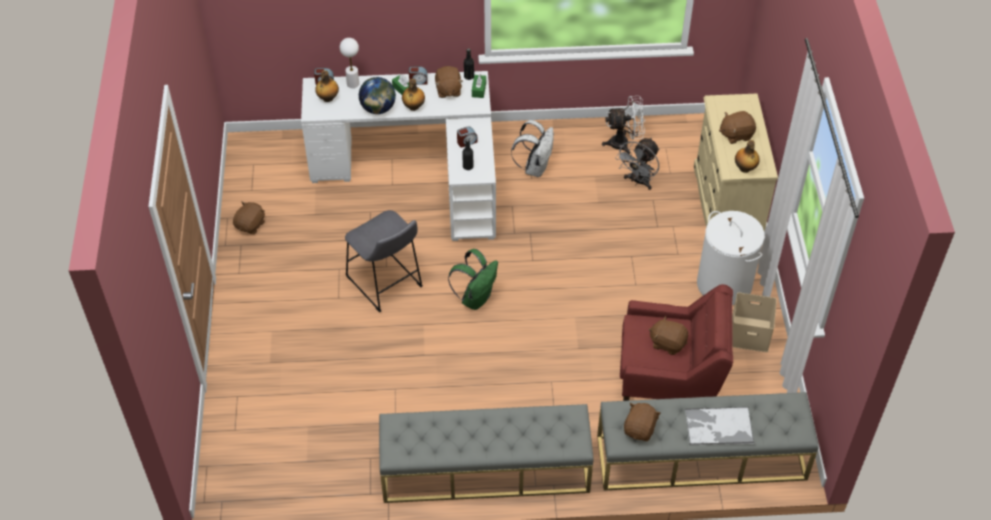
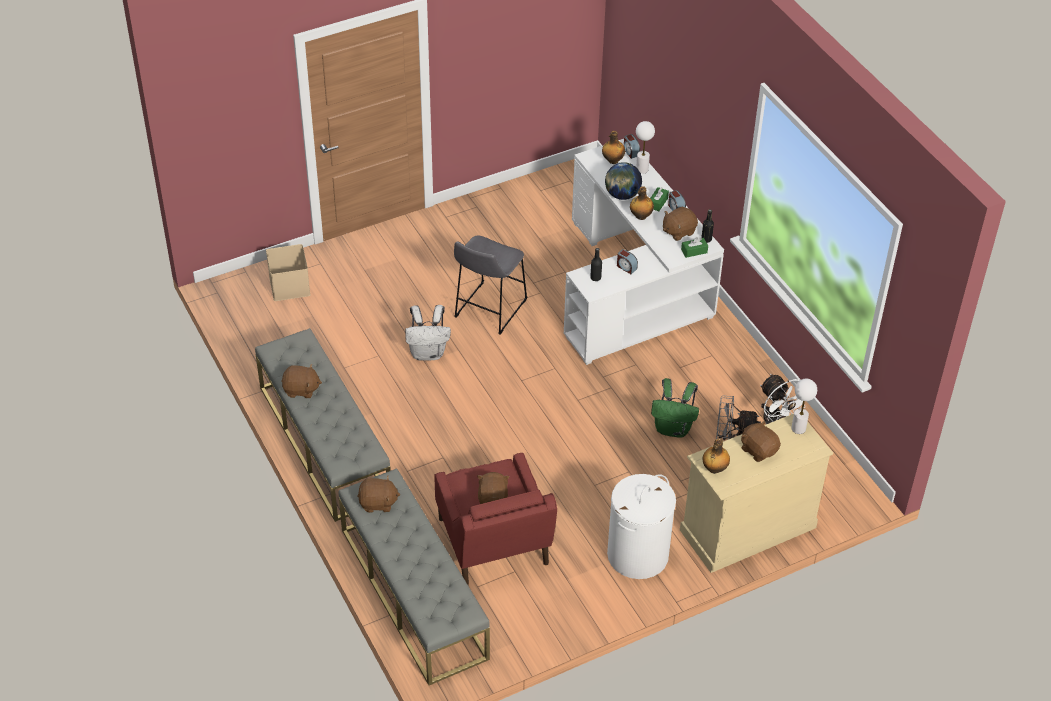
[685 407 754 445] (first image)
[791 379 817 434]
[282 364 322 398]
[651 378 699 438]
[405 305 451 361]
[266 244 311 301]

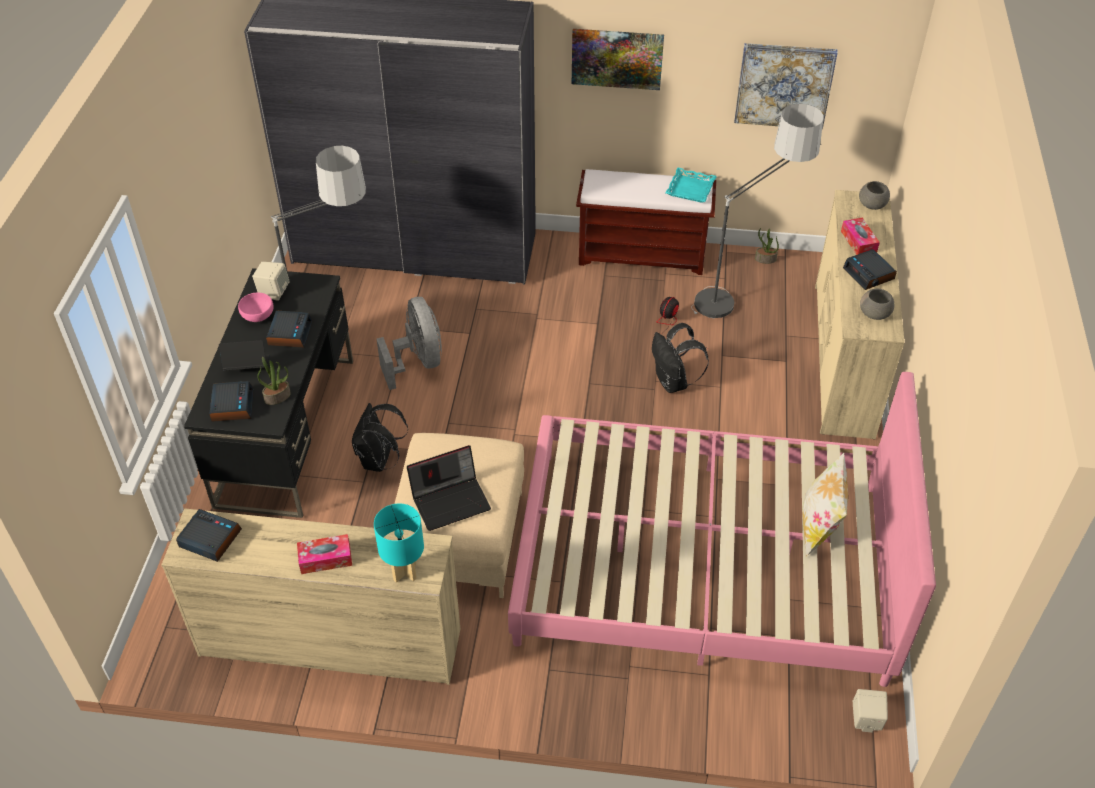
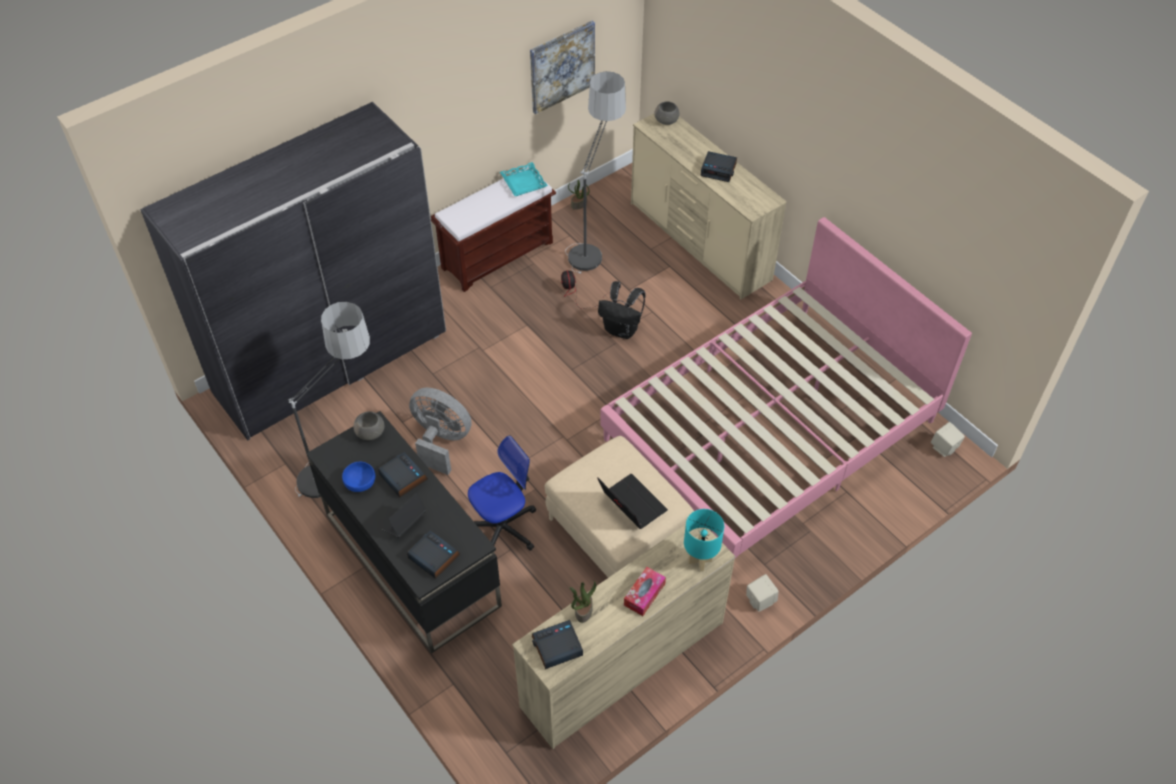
[572 29 664 90] (first image)
[802 453 848 557] (first image)
[841 217 880 255] (first image)
[746 574 779 612]
[570 581 596 623]
[354 411 384 440]
[468 436 536 551]
[342 462 375 492]
[597 474 668 529]

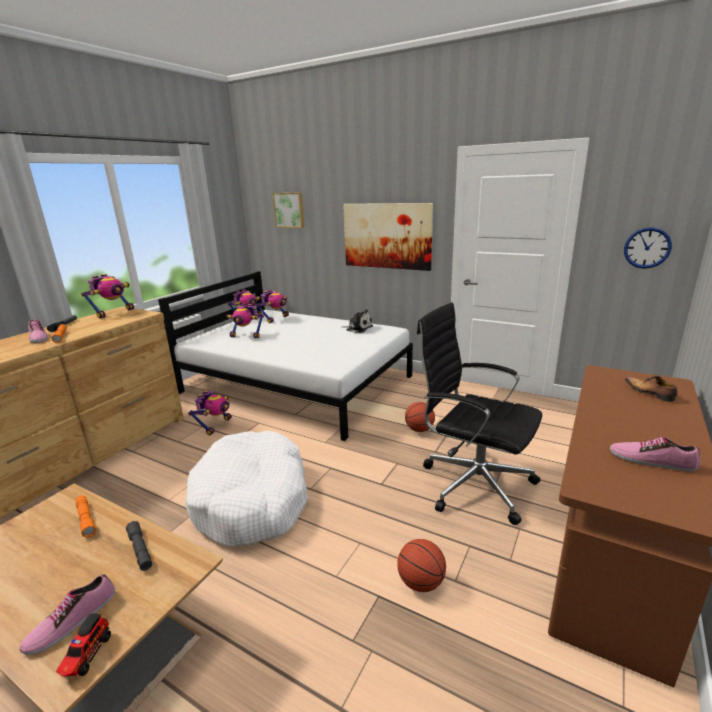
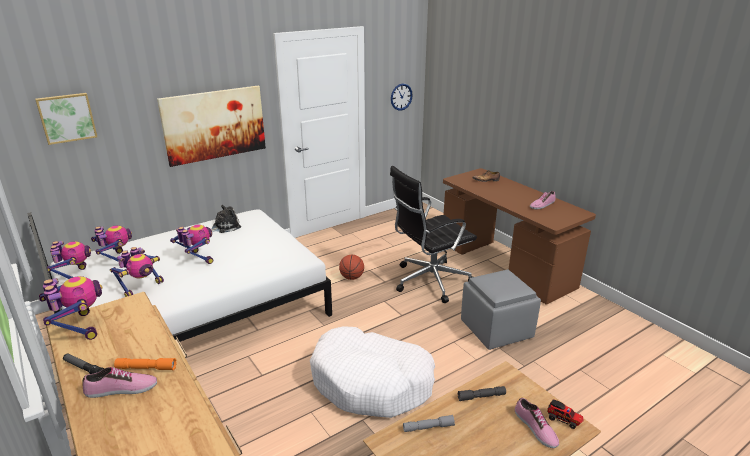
[170 225 213 264]
[461 269 541 350]
[403 415 455 432]

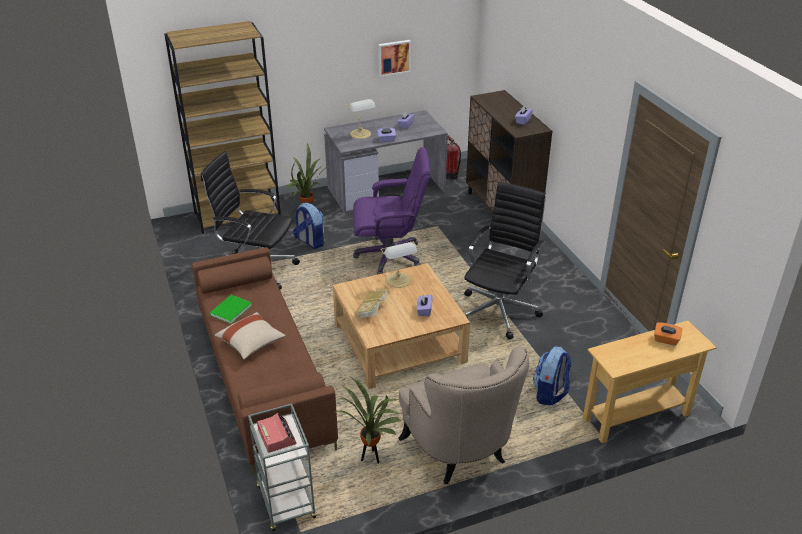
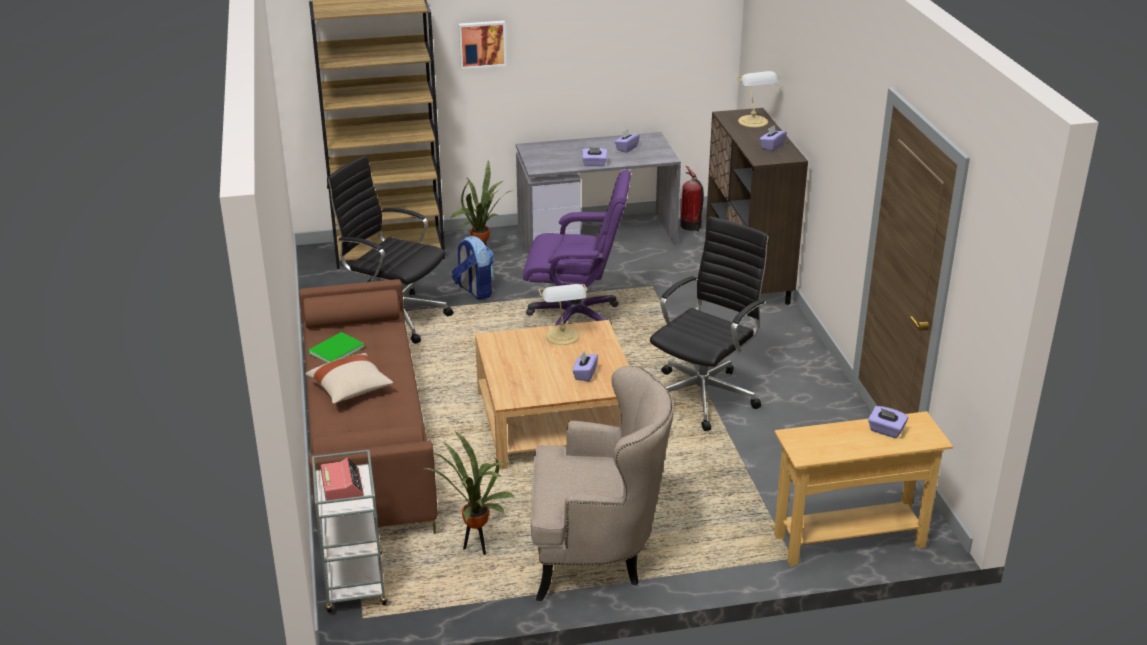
[355 289 389 318] (first image)
[533 346 572 405] (first image)
[736 71 779 127]
[459 21 506 69]
[868 406 908 438]
[531 366 674 601]

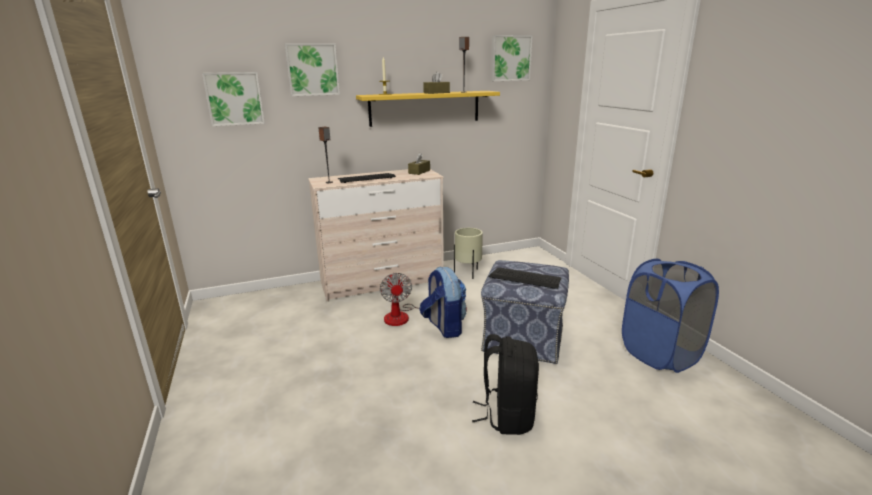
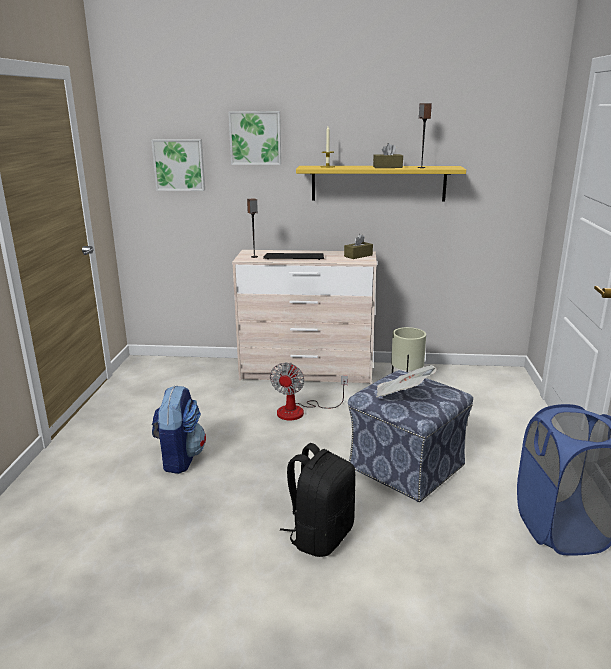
[491 35 533 81] (first image)
[152 386 206 474]
[376 365 437 397]

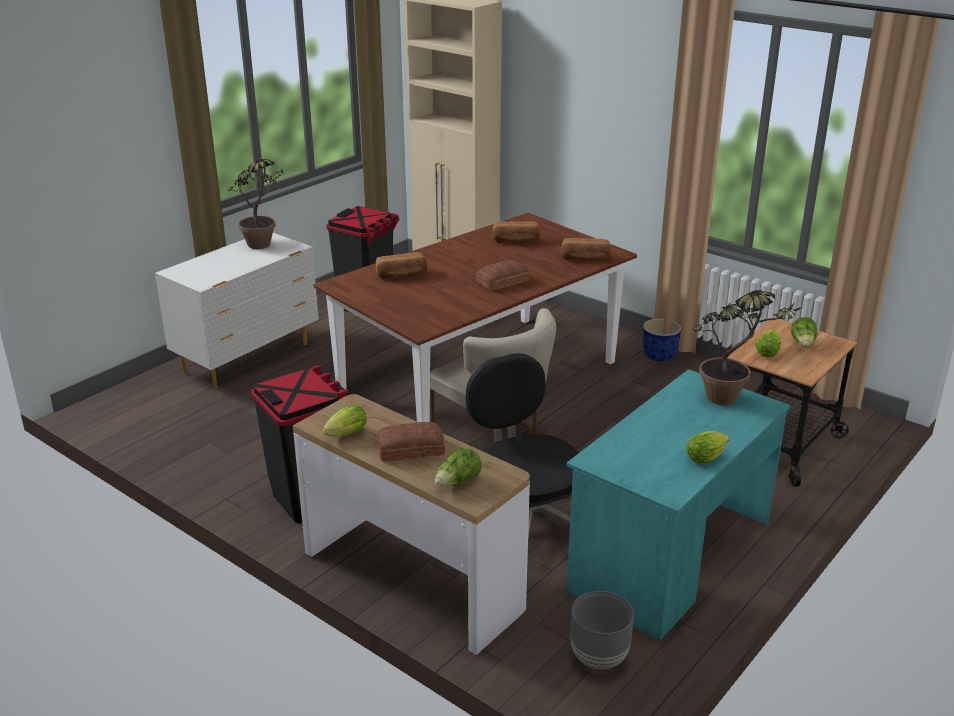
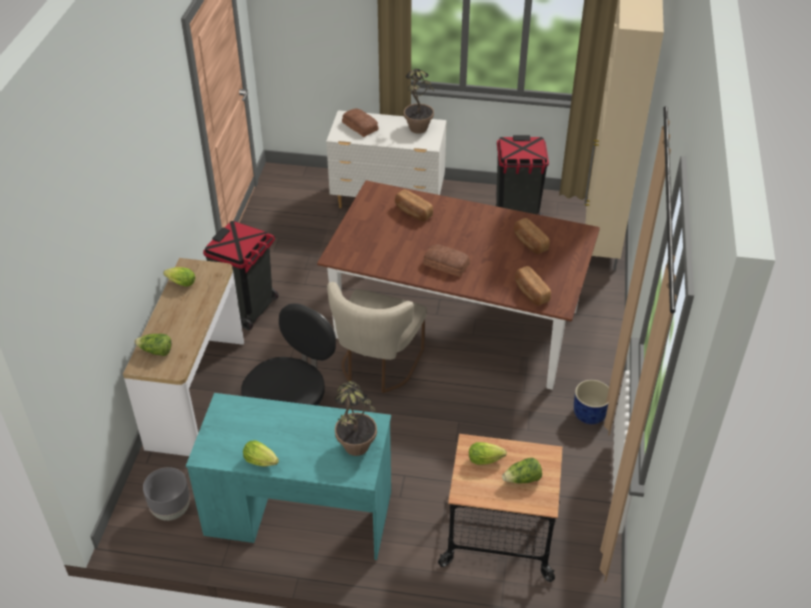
[342 108 379 137]

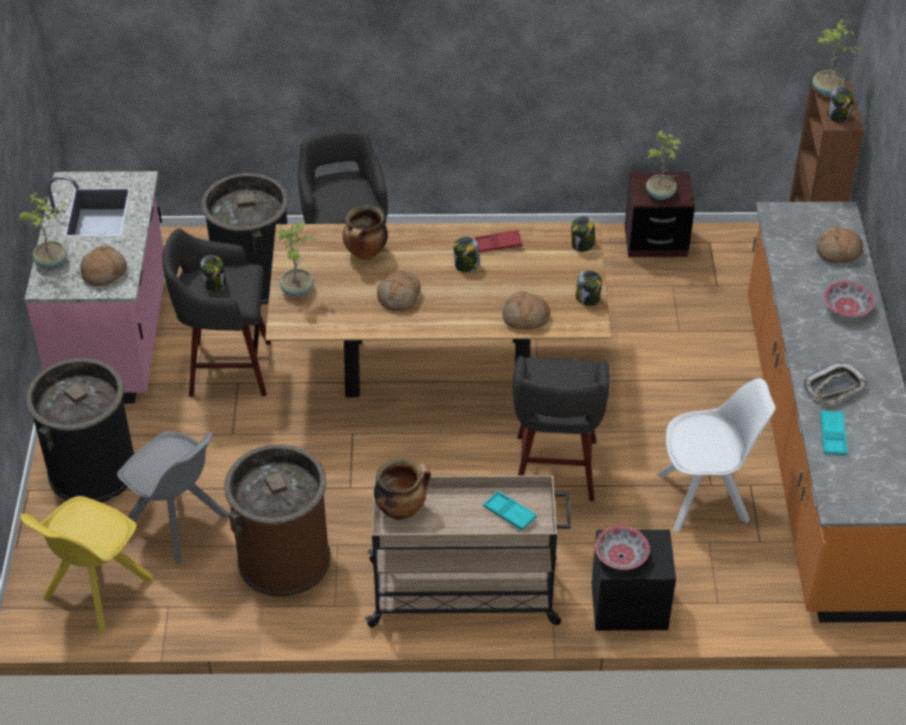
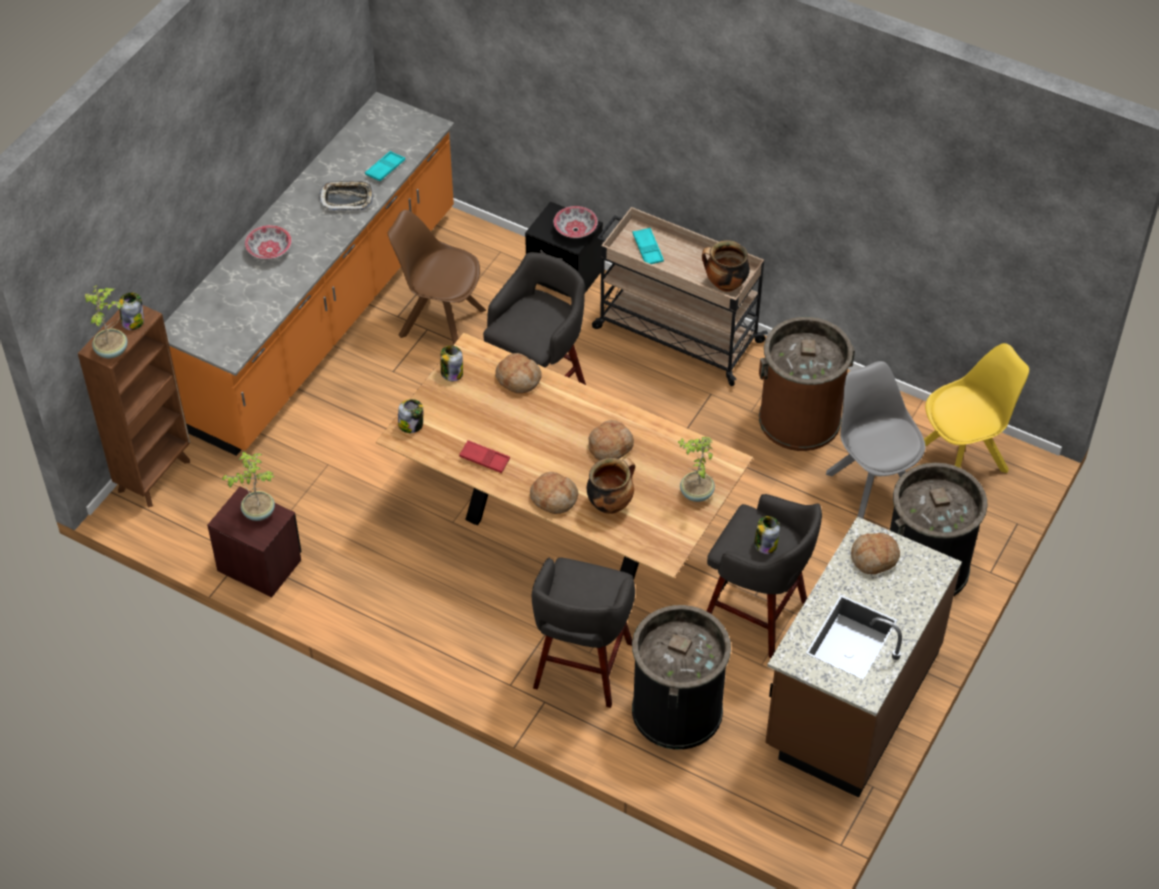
[18 192 68 269] (first image)
[454 237 480 272] (first image)
[530 472 579 514]
[765 517 962 798]
[388 210 487 345]

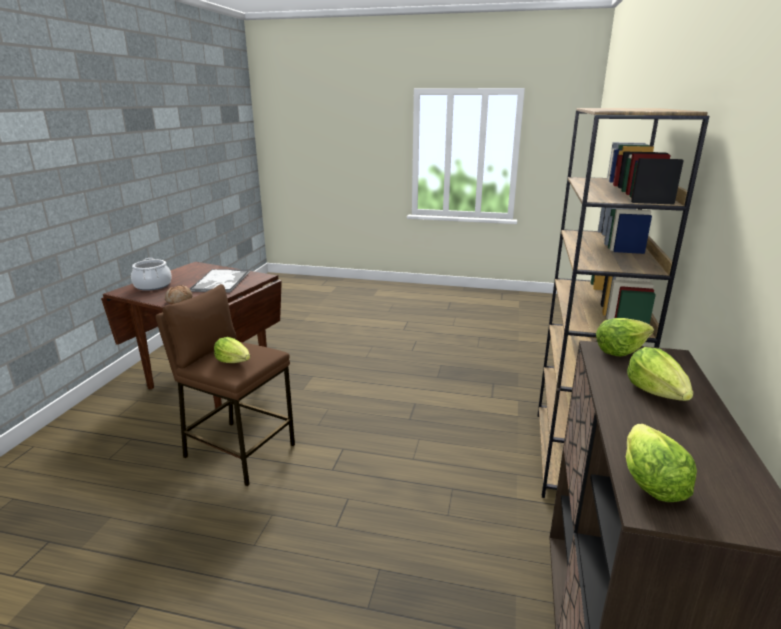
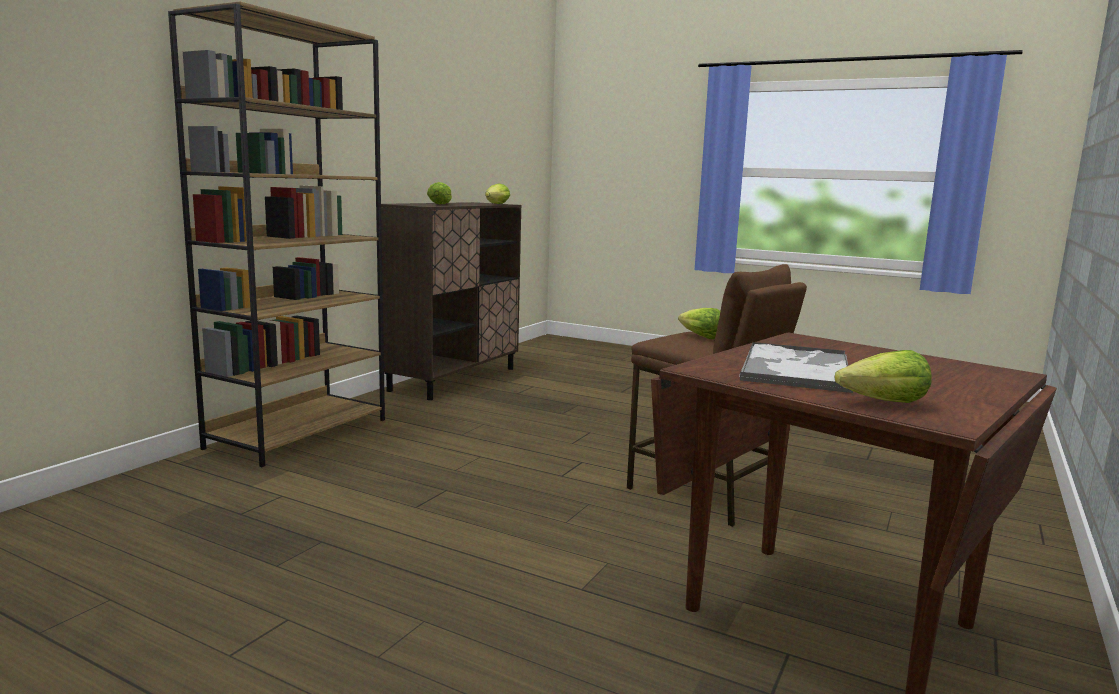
[131 258 172 291] (first image)
[165 285 192 304] (first image)
[835 350 932 403]

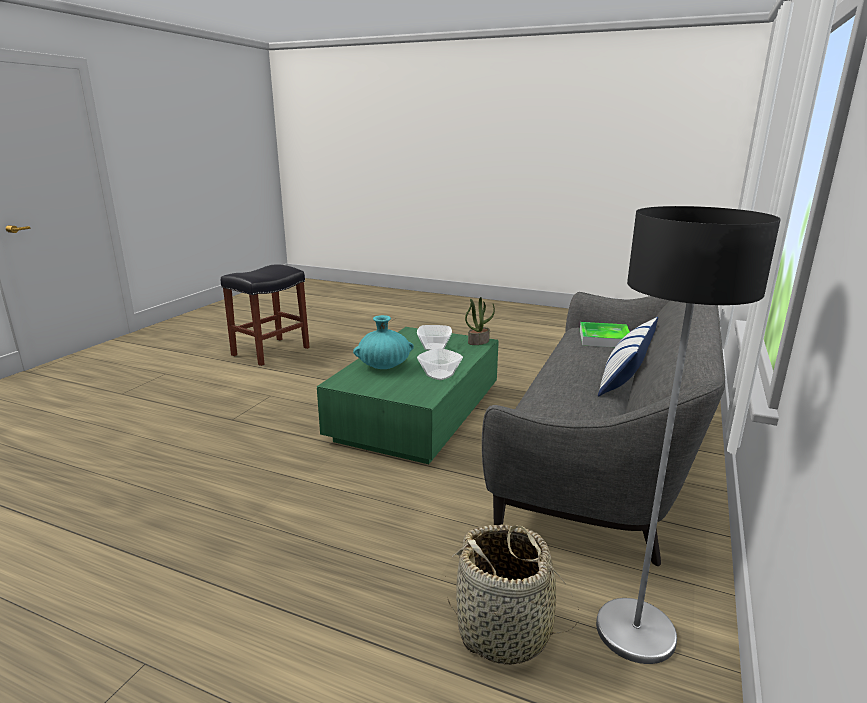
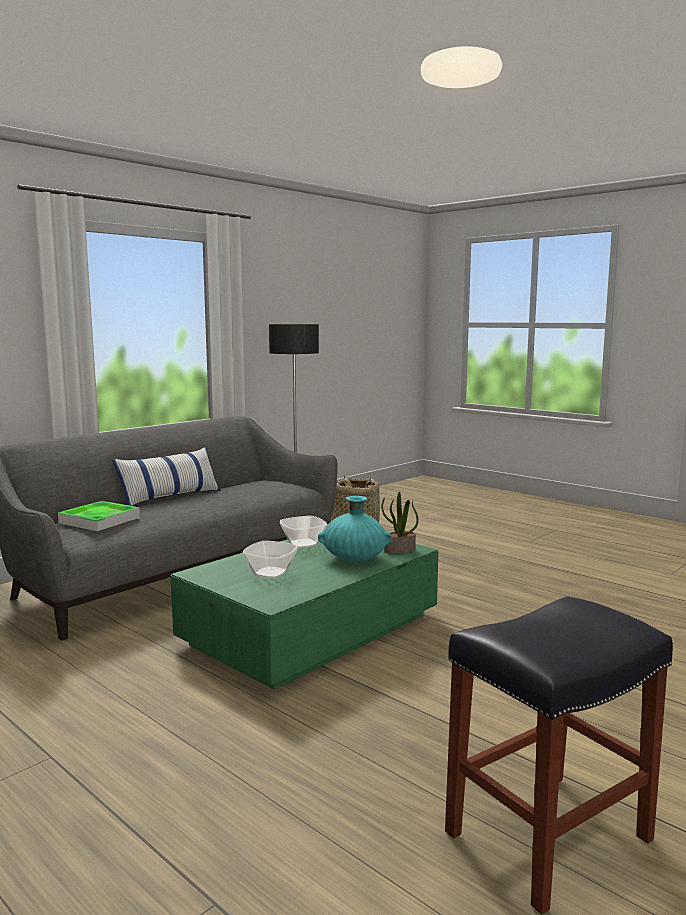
[381 492 419 554]

